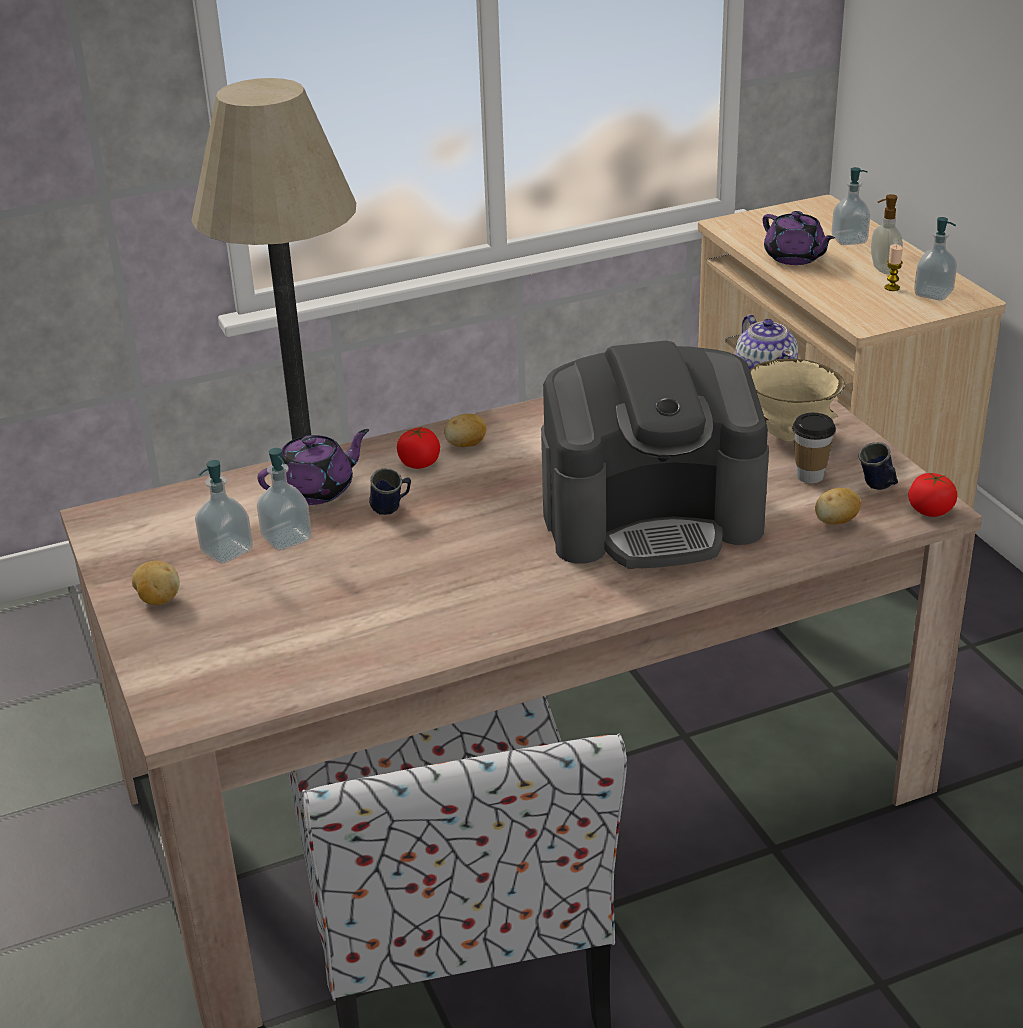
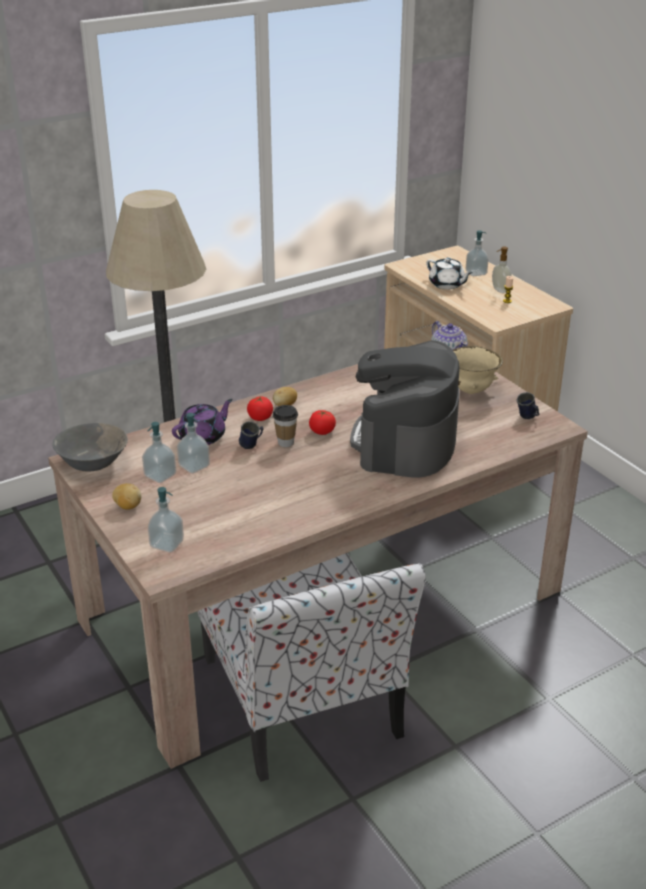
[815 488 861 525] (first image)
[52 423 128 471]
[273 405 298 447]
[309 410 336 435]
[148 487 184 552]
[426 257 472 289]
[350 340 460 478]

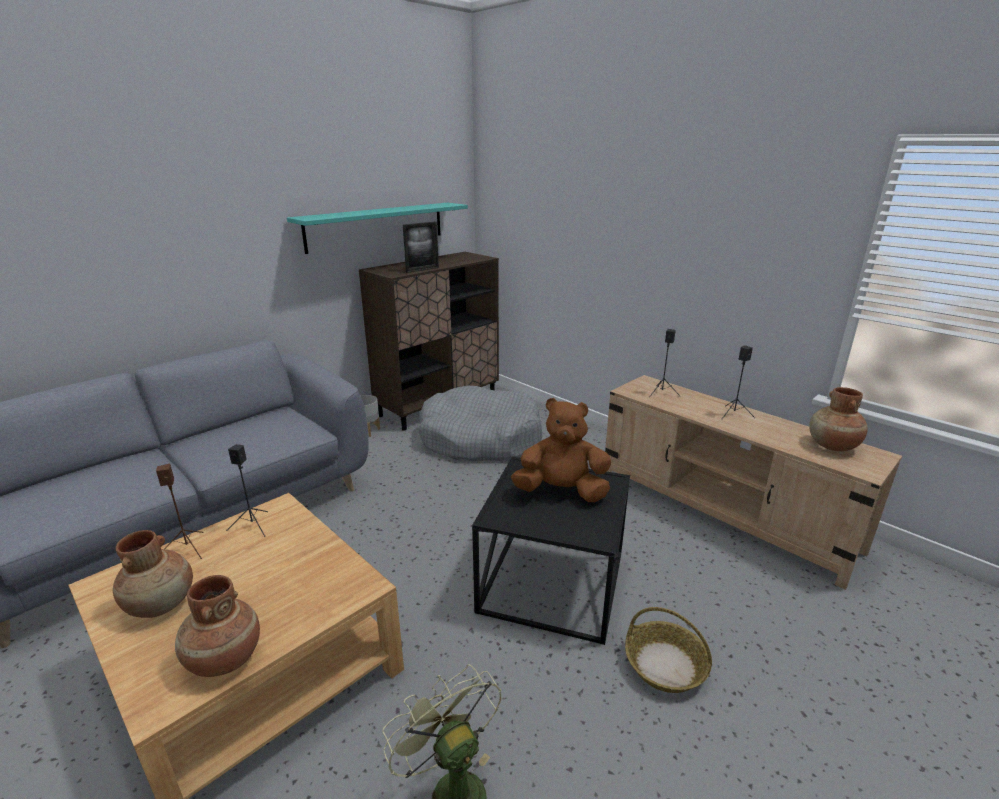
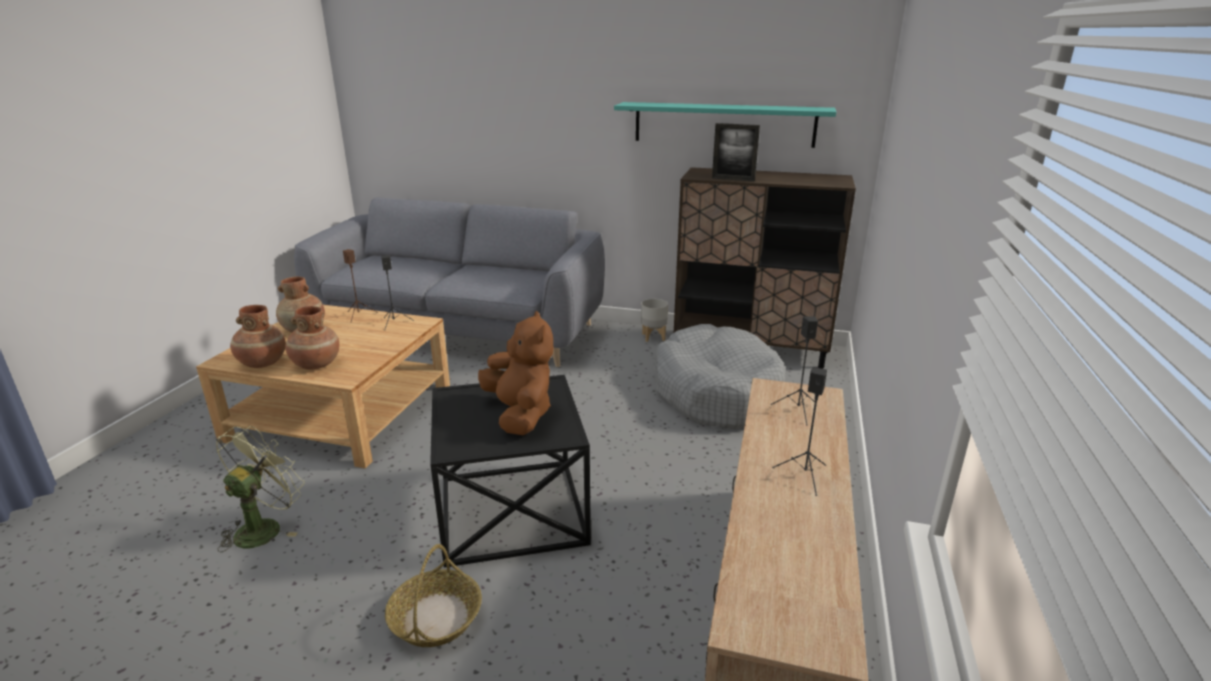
[286 306 339 369]

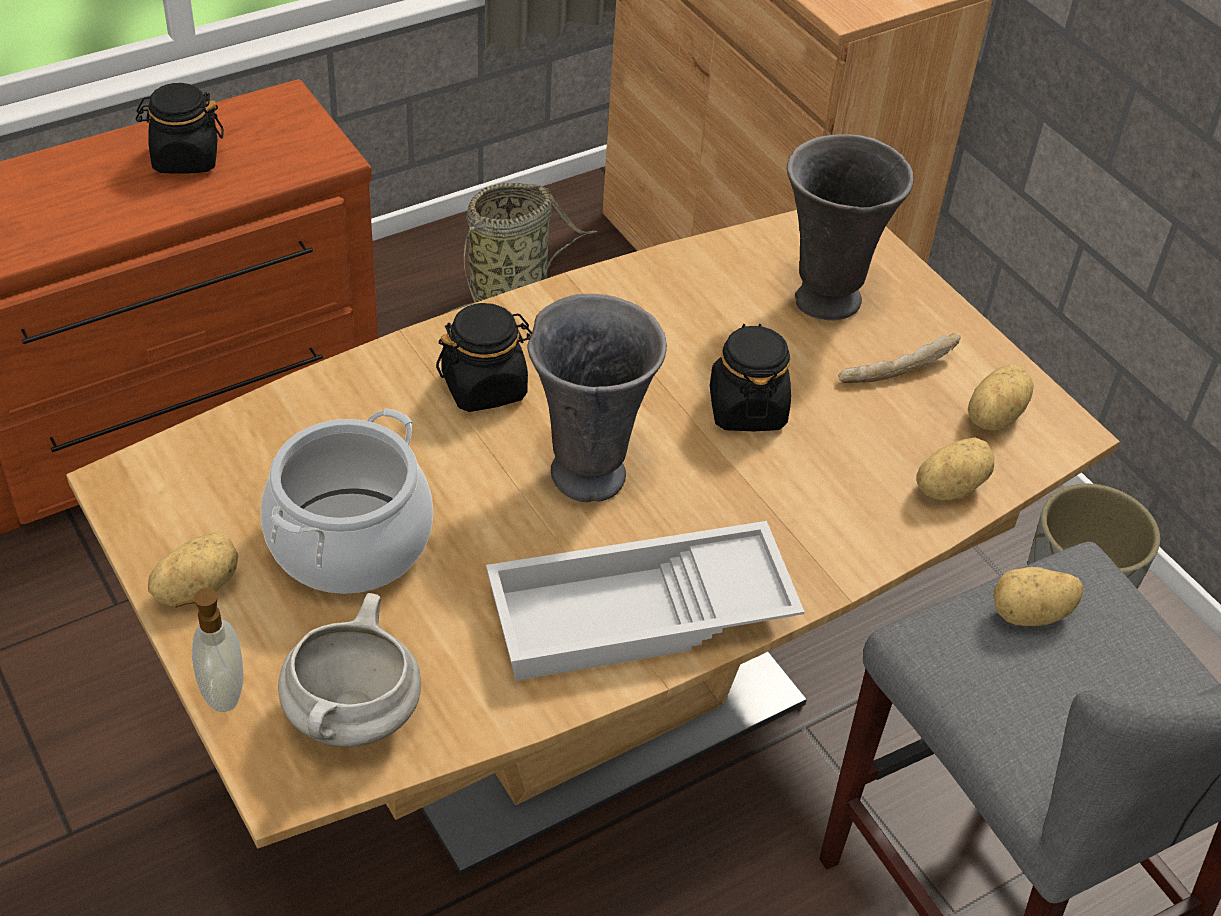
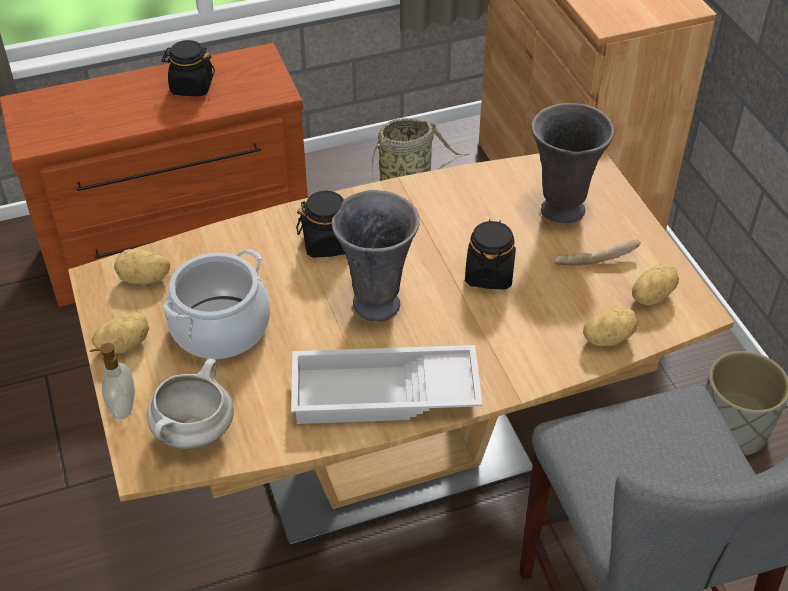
[114 249 170 285]

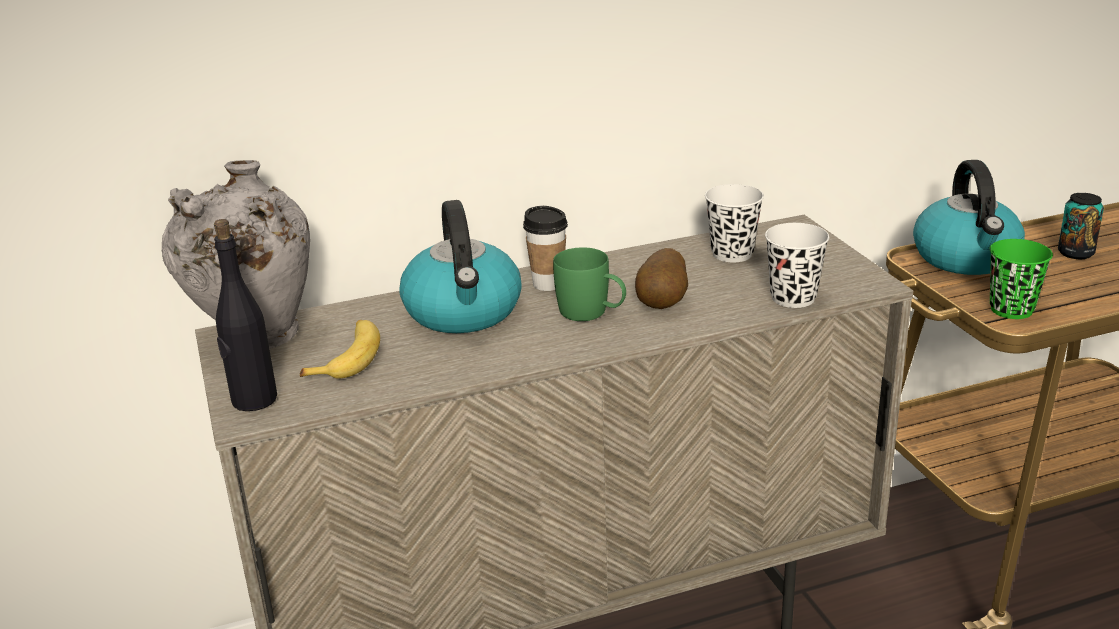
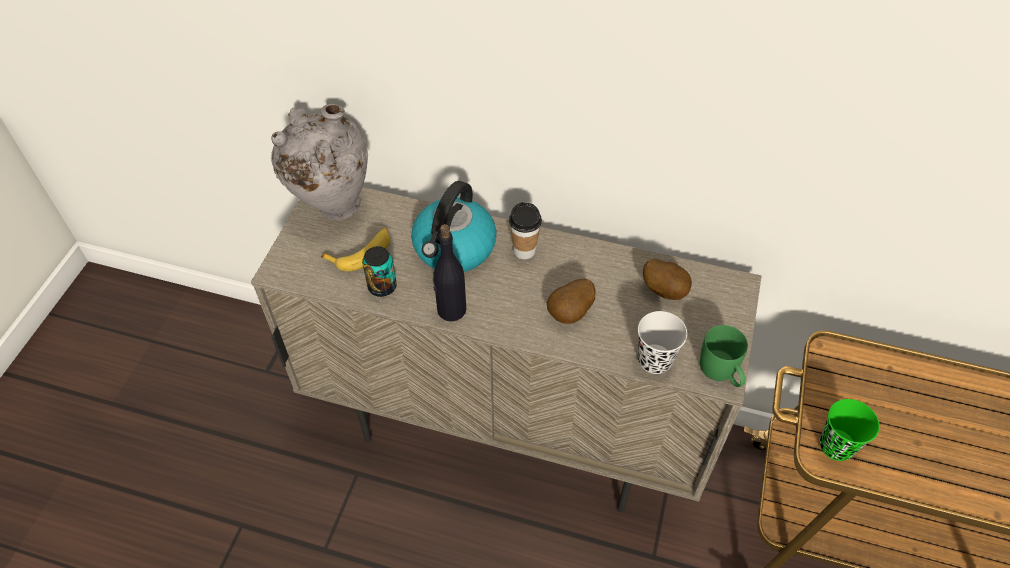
[913 160 1025 275] (first image)
[433 224 466 322]
[700 325 748 387]
[362 246 397 297]
[643 258 692 300]

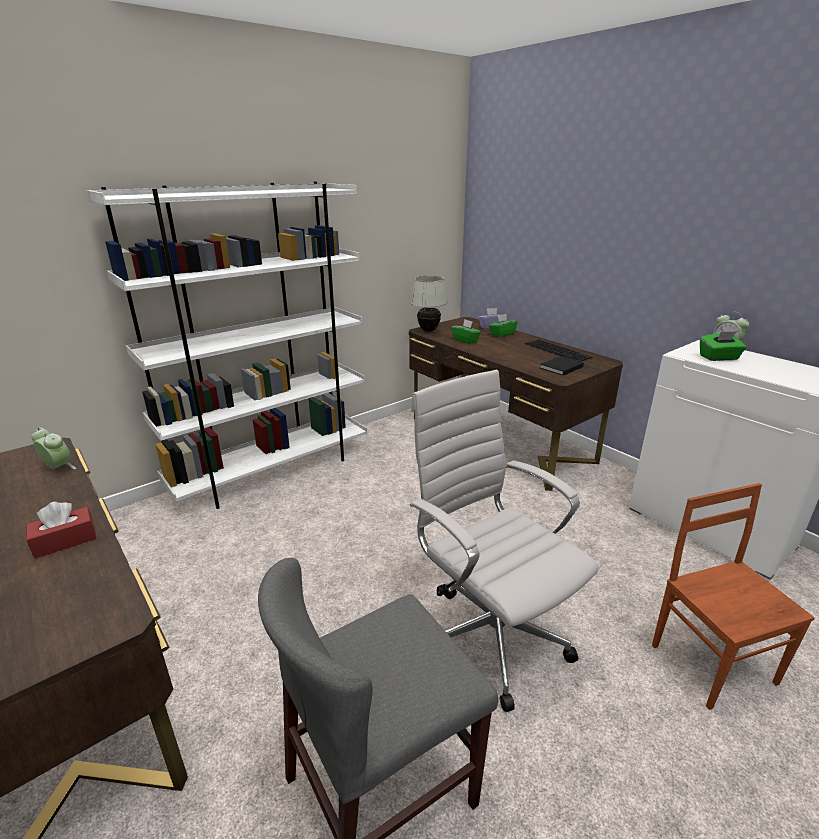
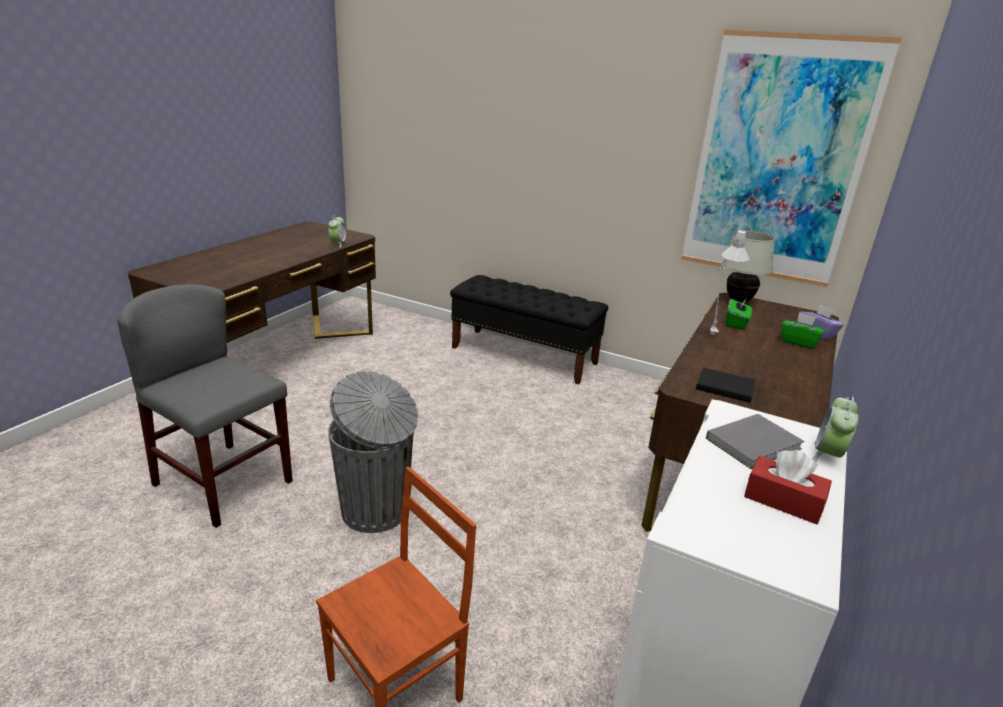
[525 340 592 362] (first image)
[681 30 902 287]
[710 229 750 335]
[744 450 832 524]
[450 275 608 385]
[328 371 418 533]
[706 414 804 469]

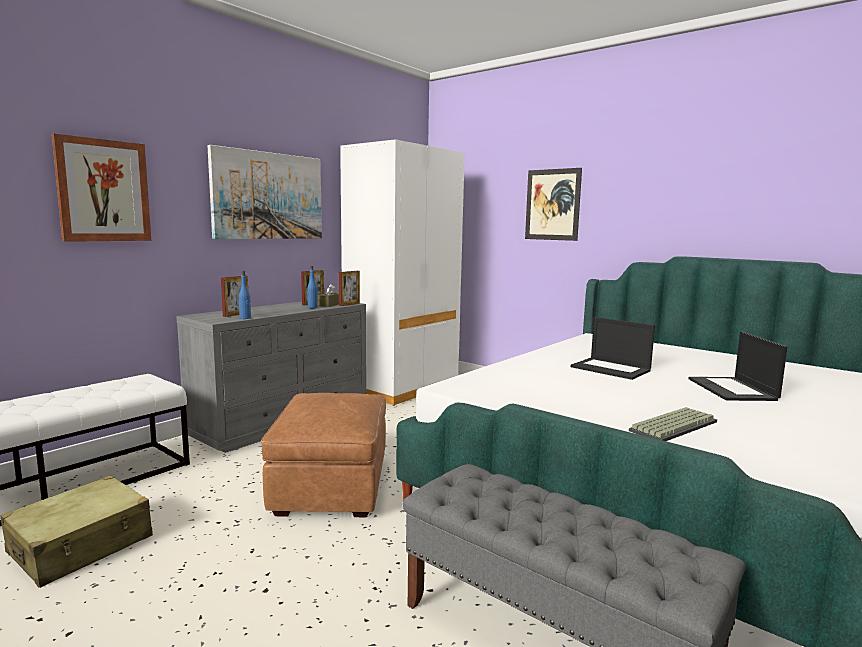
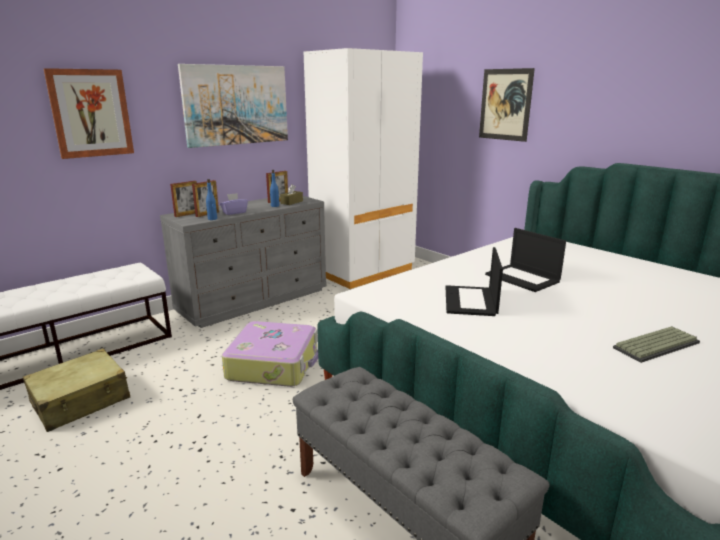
[220 193 248 215]
[170 181 197 217]
[613 326 700 363]
[446 247 503 316]
[222 321 318 387]

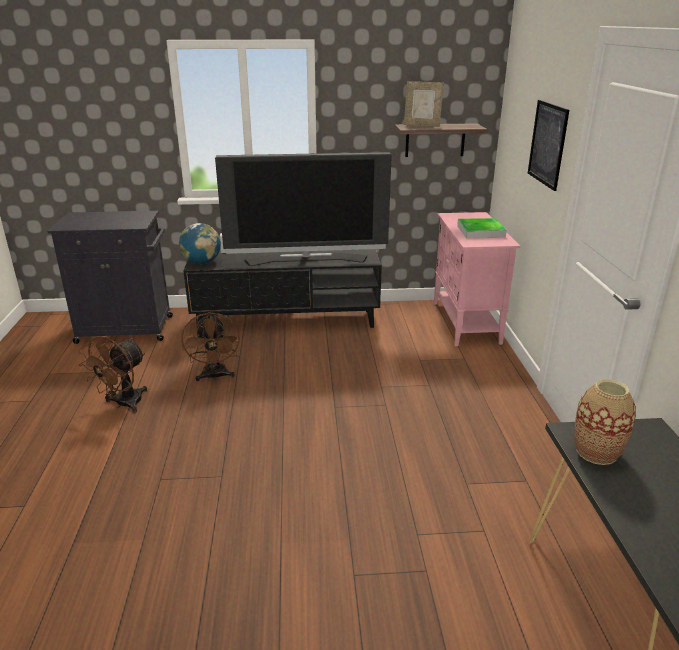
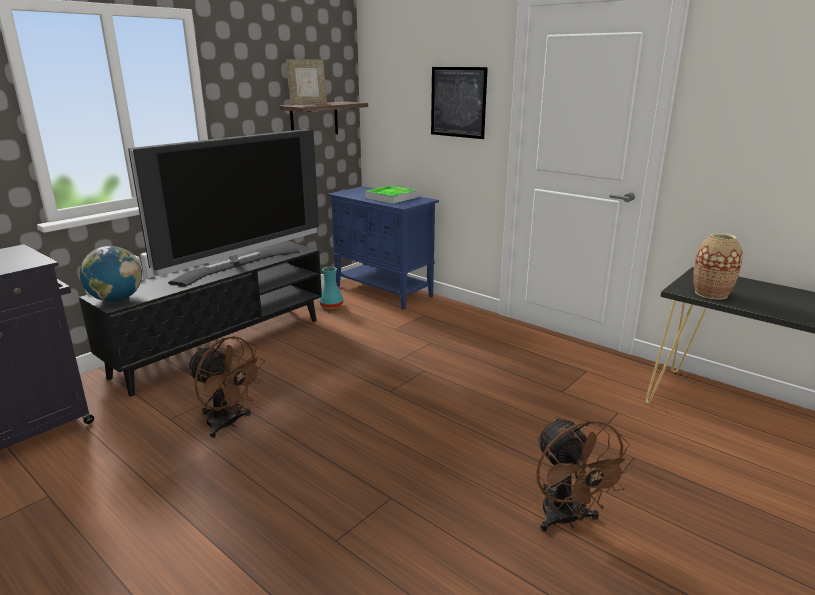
[319 267 343 309]
[537 416 635 532]
[327 186 439 310]

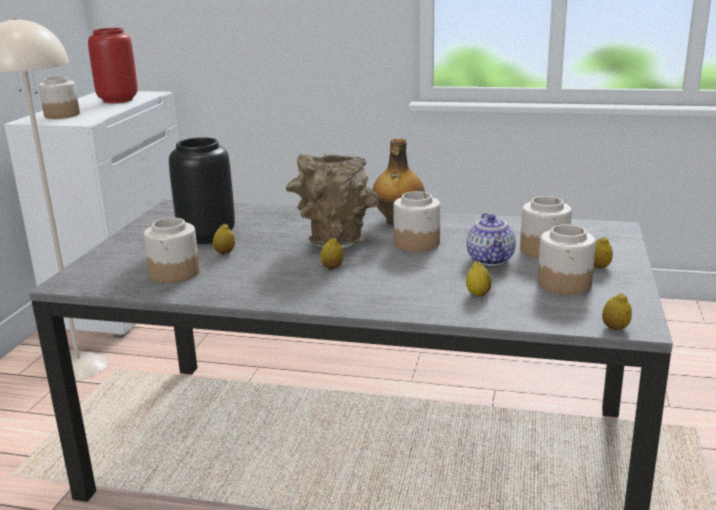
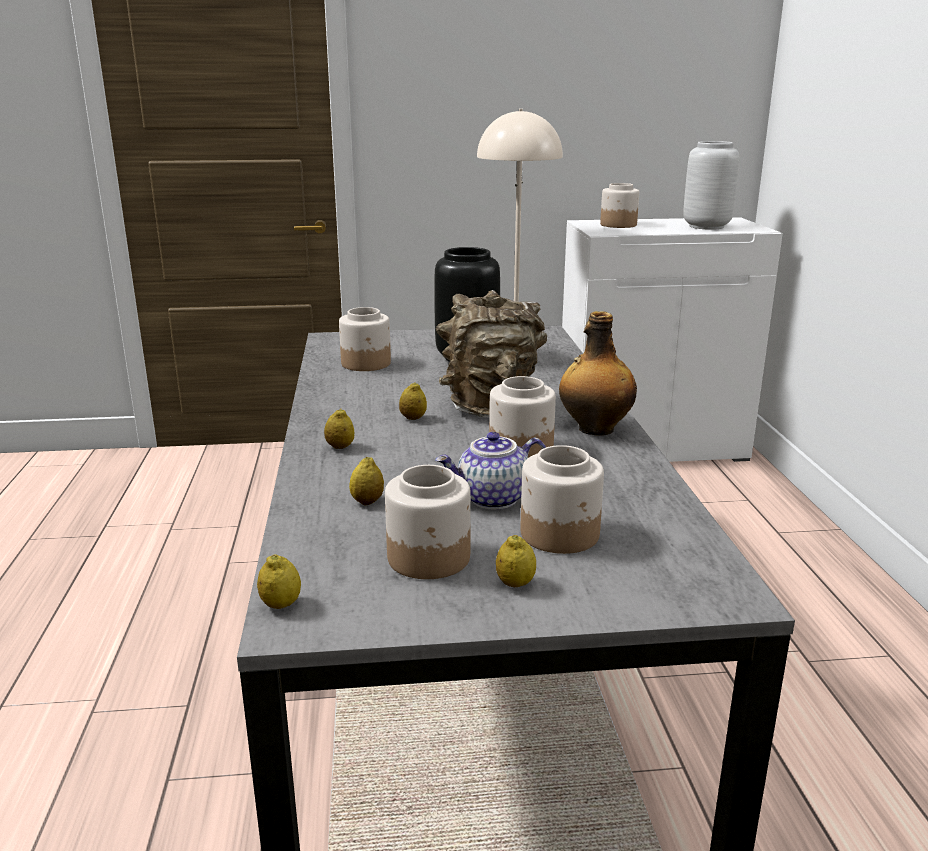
[324 408 354 449]
[683 141 739 230]

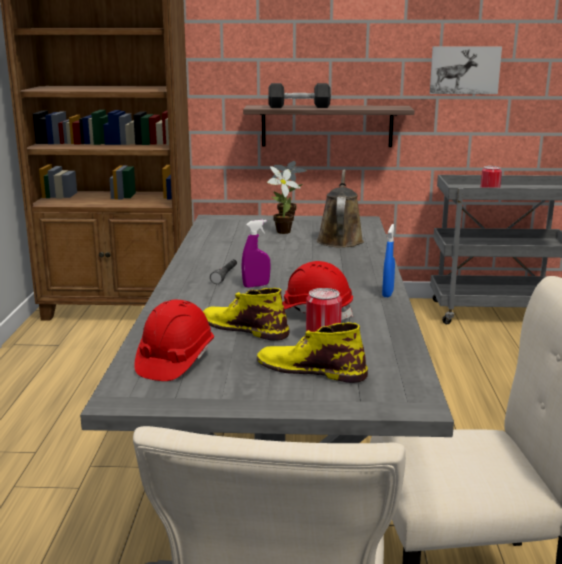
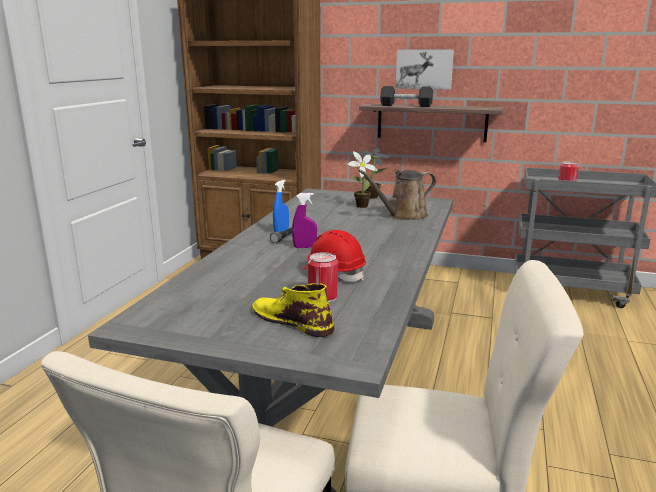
[134 300 214 381] (first image)
[203 288 289 341] (first image)
[273 180 289 232]
[396 49 454 90]
[358 170 436 220]

